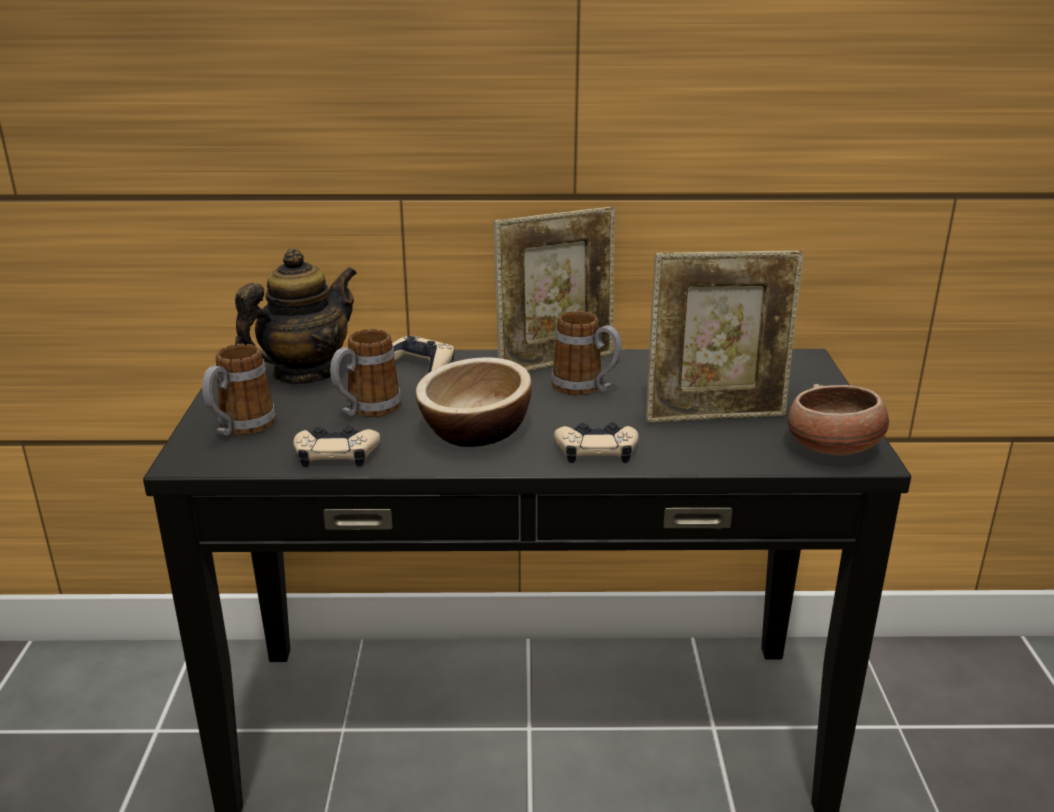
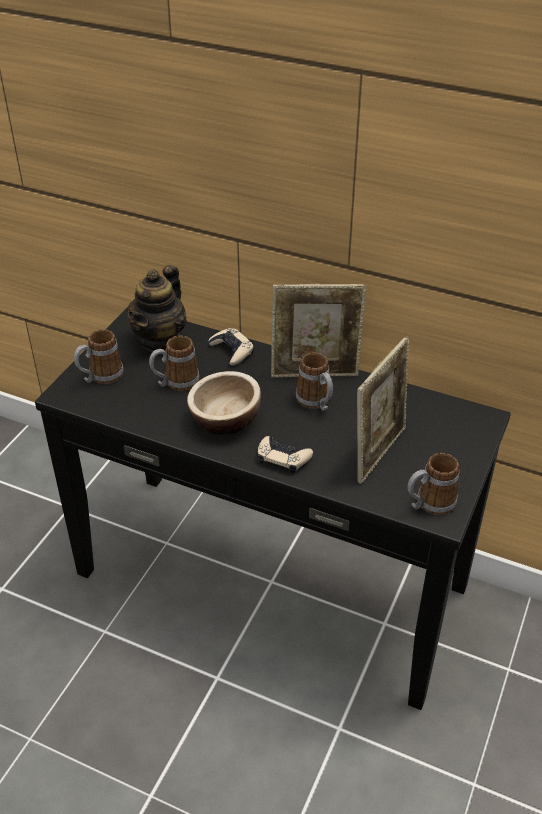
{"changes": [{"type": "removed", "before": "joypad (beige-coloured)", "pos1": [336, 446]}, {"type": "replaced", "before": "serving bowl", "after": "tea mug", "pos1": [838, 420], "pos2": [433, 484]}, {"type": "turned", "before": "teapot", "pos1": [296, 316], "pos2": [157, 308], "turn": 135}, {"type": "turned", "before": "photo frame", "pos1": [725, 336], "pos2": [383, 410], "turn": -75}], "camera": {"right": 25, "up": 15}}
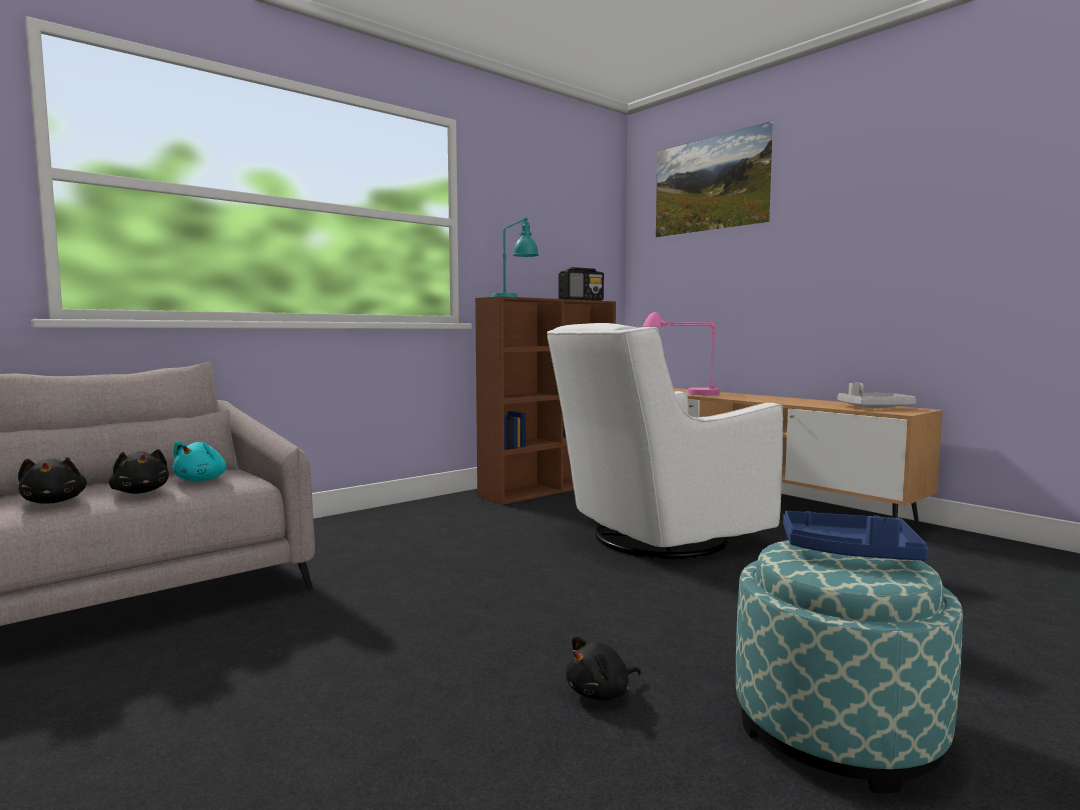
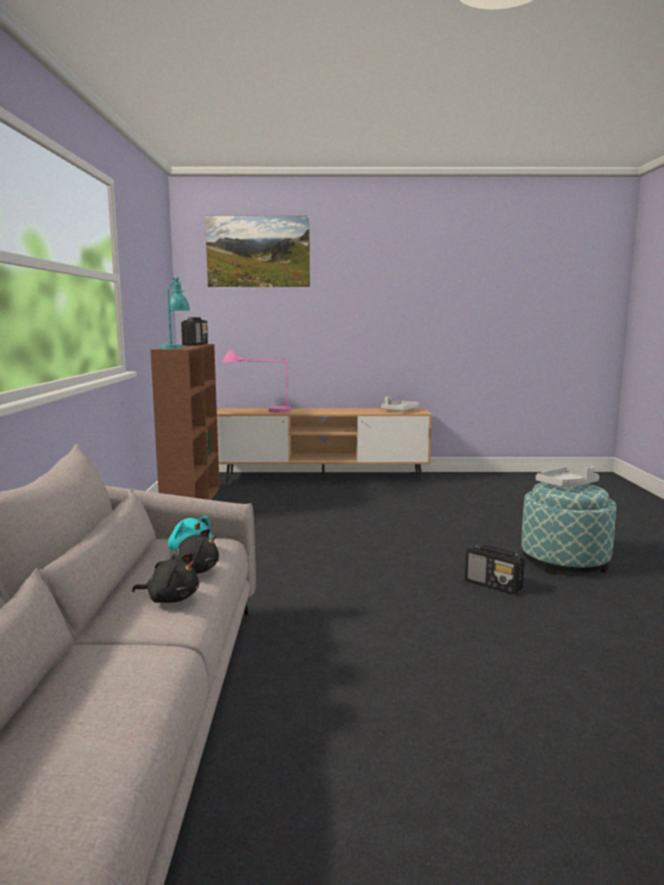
{"changes": [{"type": "removed", "before": "lounge chair (whitish)", "pos1": [665, 441]}, {"type": "replaced", "before": "plush toy (black)", "after": "radio receiver", "pos1": [603, 668], "pos2": [495, 569]}, {"type": "recoloured", "before": "carrying tray (bluish)", "after": "carrying tray (grey)", "pos1": [855, 536], "pos2": [567, 476]}], "camera": {"right": -50, "up": 5}}
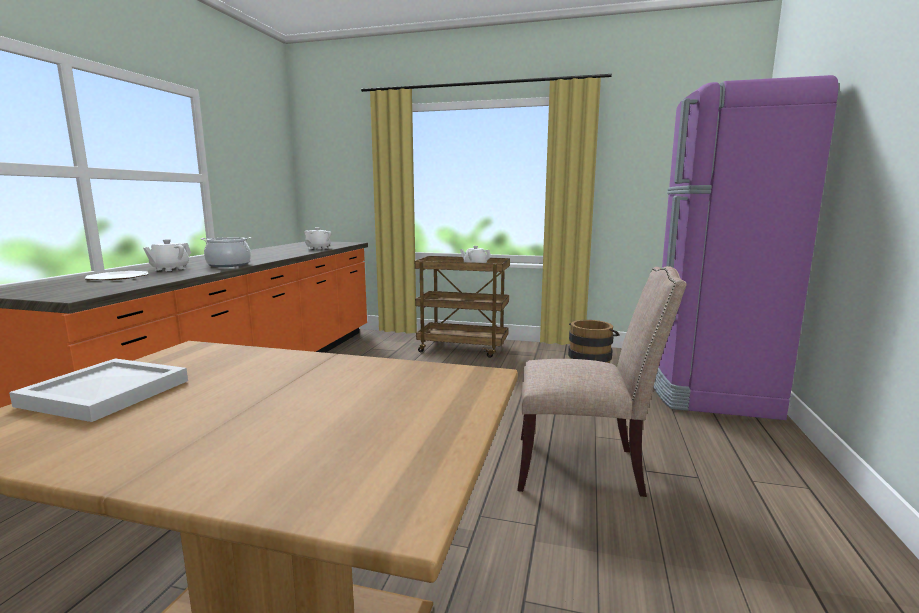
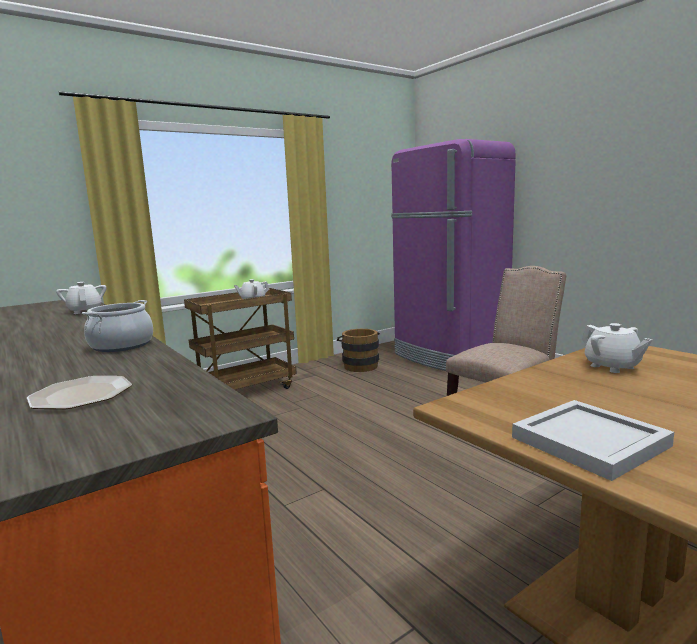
{"changes": [{"type": "moved", "before": "teapot (whitish)", "pos1": [167, 255], "pos2": [617, 348]}], "camera": {"right": -50, "up": 0}}
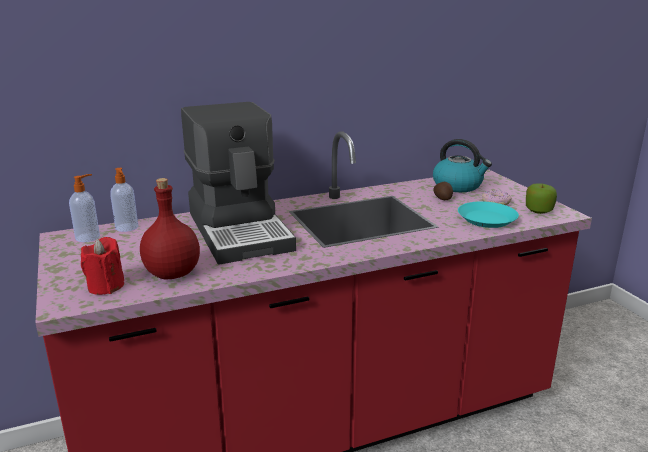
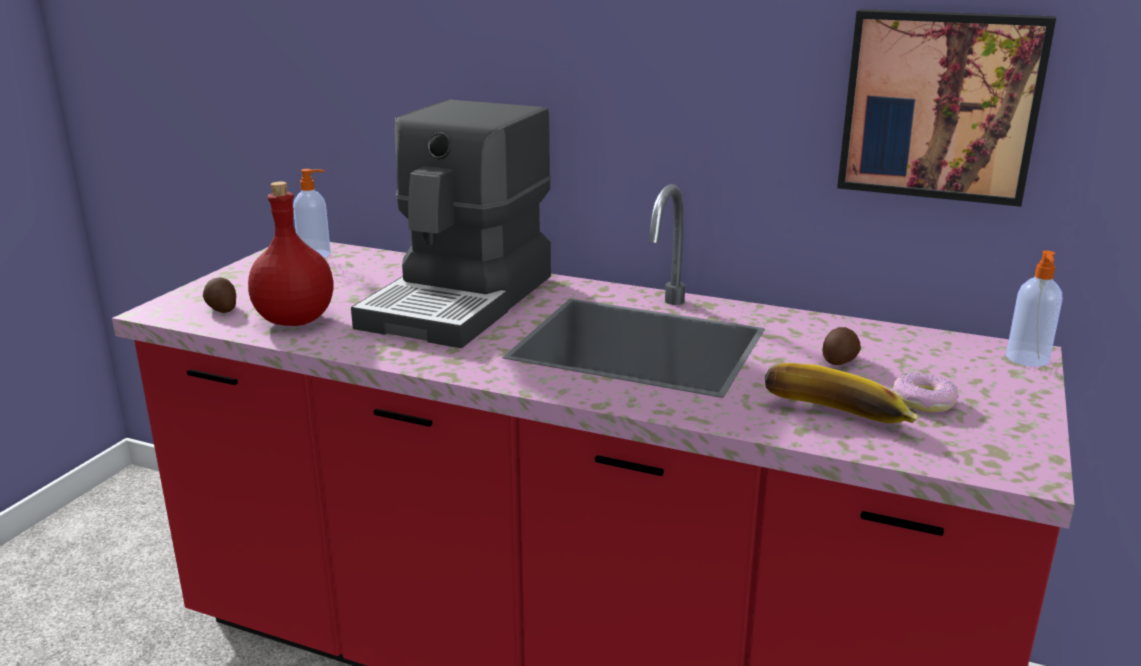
{"changes": [{"type": "removed", "before": "tea kettle", "pos1": [462, 165]}, {"type": "removed", "before": "whole apple", "pos1": [541, 198]}, {"type": "added", "after": "wall art", "pos2": [946, 108]}, {"type": "moved", "before": "liquid soap bottle", "pos1": [124, 200], "pos2": [1034, 308]}, {"type": "replaced", "before": "wax light (red-coloured)", "after": "whole potato", "pos1": [102, 266], "pos2": [219, 295]}, {"type": "replaced", "before": "flat dish (turquoise-coloured)", "after": "whole banana", "pos1": [488, 214], "pos2": [842, 393]}], "camera": {"right": 45, "up": 0}}
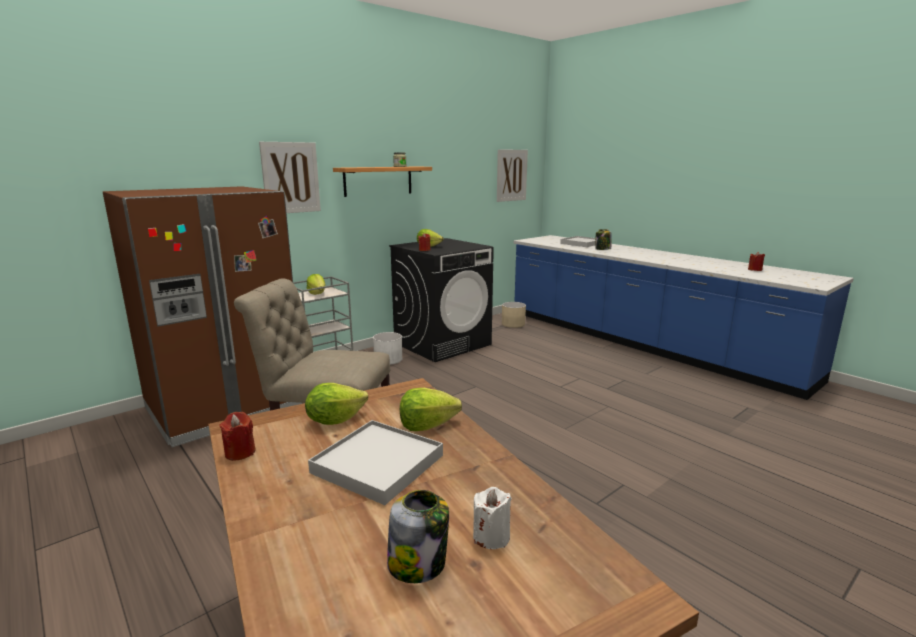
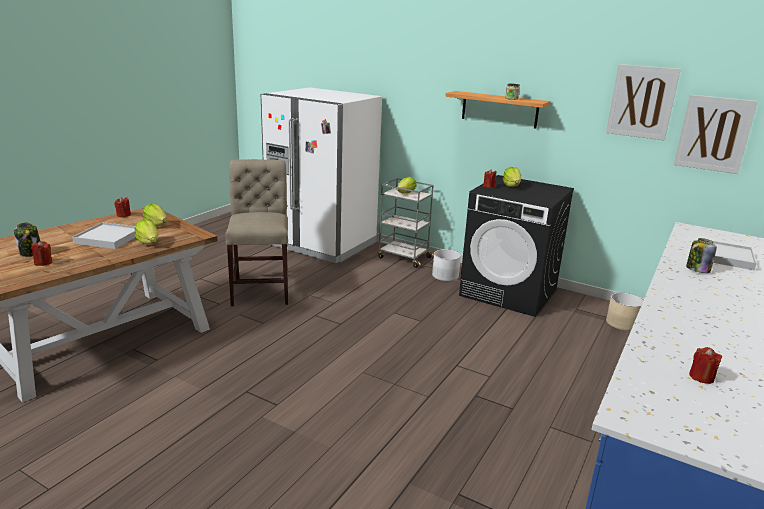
{"changes": [{"type": "moved", "before": "wall art", "pos1": [290, 177], "pos2": [643, 102]}, {"type": "recoloured", "before": "refrigerator (brown-coloured)", "after": "refrigerator (whitish)", "pos1": [202, 316], "pos2": [321, 175]}, {"type": "recoloured", "before": "wax light (whitish)", "after": "wax light (red-coloured)", "pos1": [492, 518], "pos2": [41, 253]}], "camera": {"right": 70, "up": 5}}
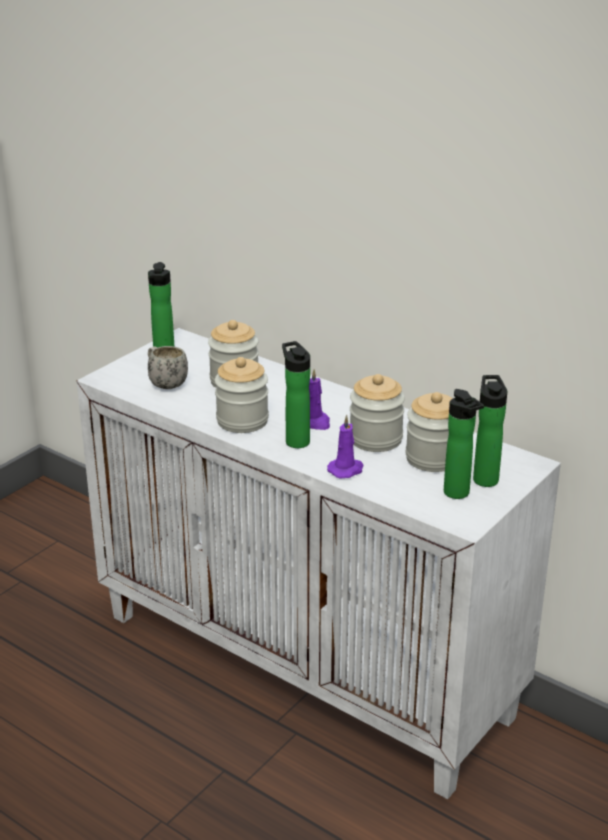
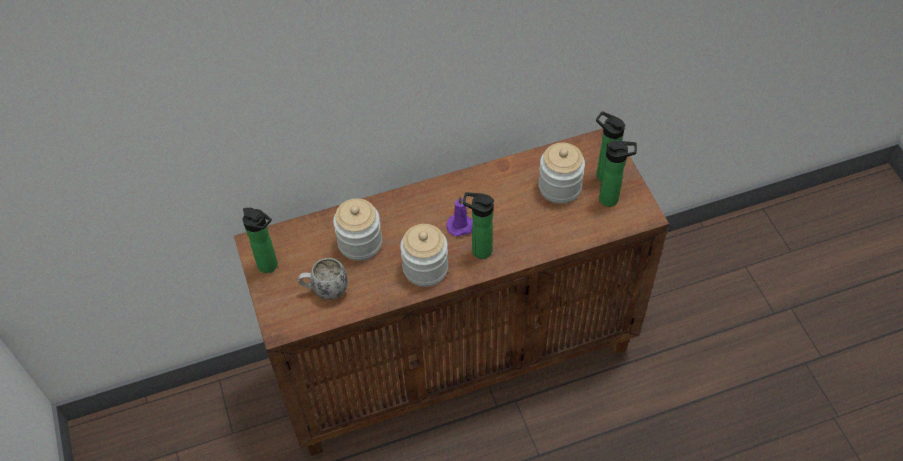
{"changes": [{"type": "removed", "before": "wax light (purplish)", "pos1": [345, 447]}, {"type": "removed", "before": "jar", "pos1": [377, 413]}, {"type": "recoloured", "before": "cabinet (whitish)", "after": "cabinet (brown-coloured)", "pos1": [319, 563], "pos2": [451, 292]}], "camera": {"right": -55, "up": 25}}
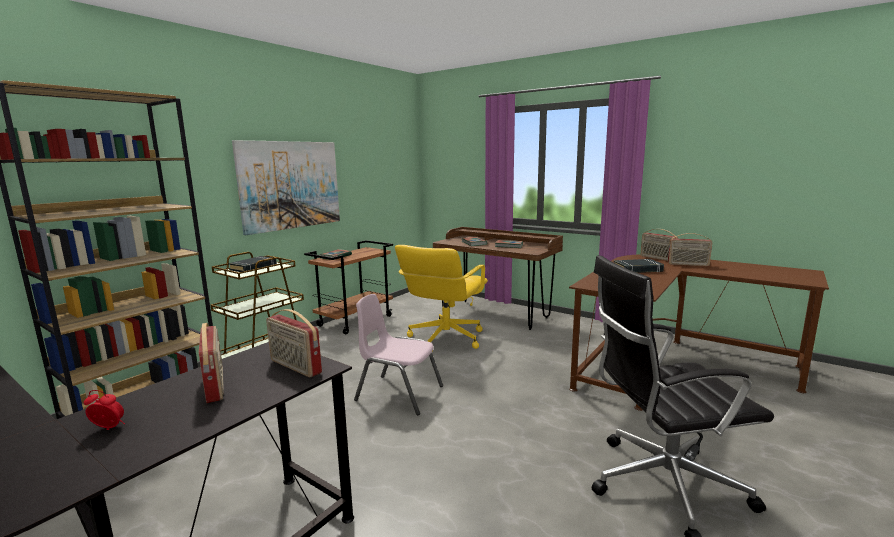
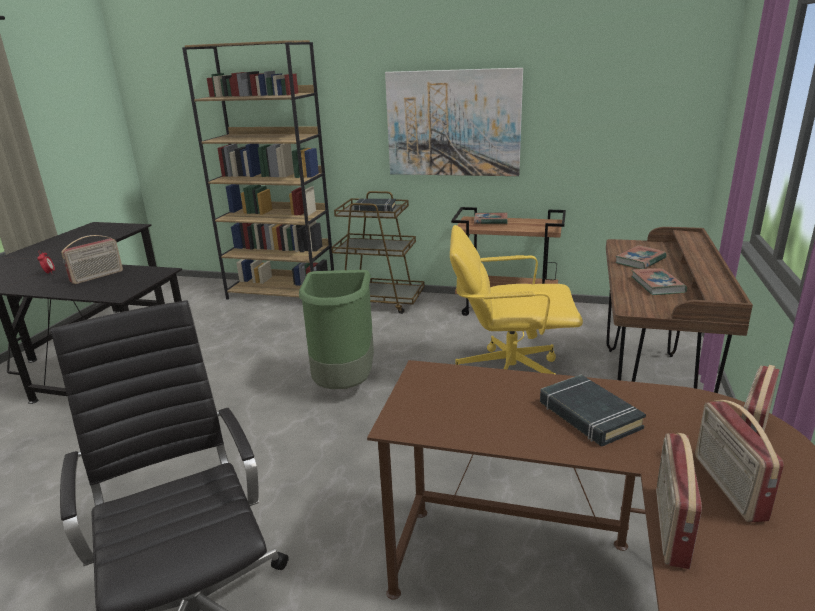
{"changes": [{"type": "moved", "before": "radio receiver", "pos1": [294, 343], "pos2": [679, 501]}, {"type": "replaced", "before": "chair (pink-coloured)", "after": "waste bin (green-coloured)", "pos1": [398, 355], "pos2": [336, 329]}], "camera": {"right": 70, "up": 10}}
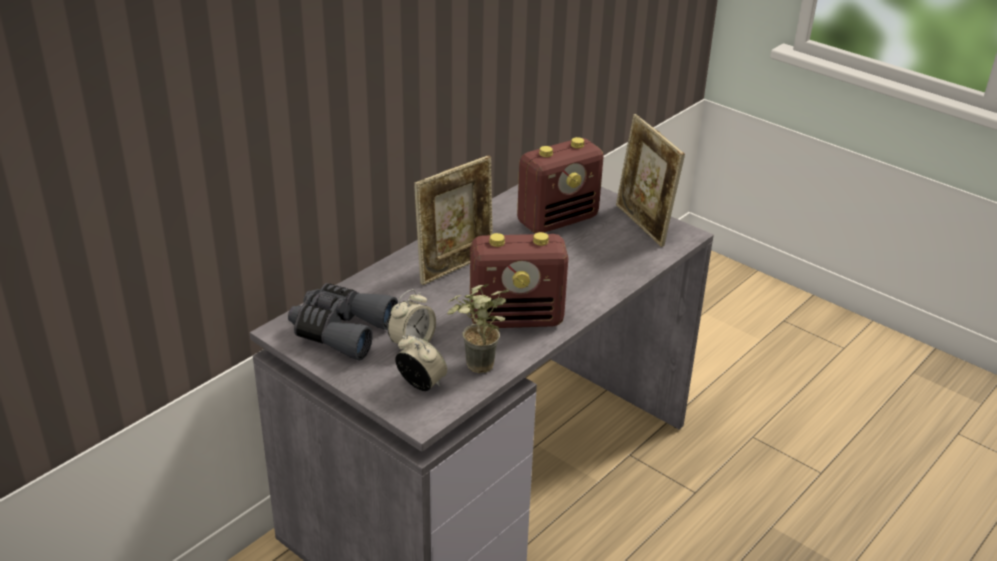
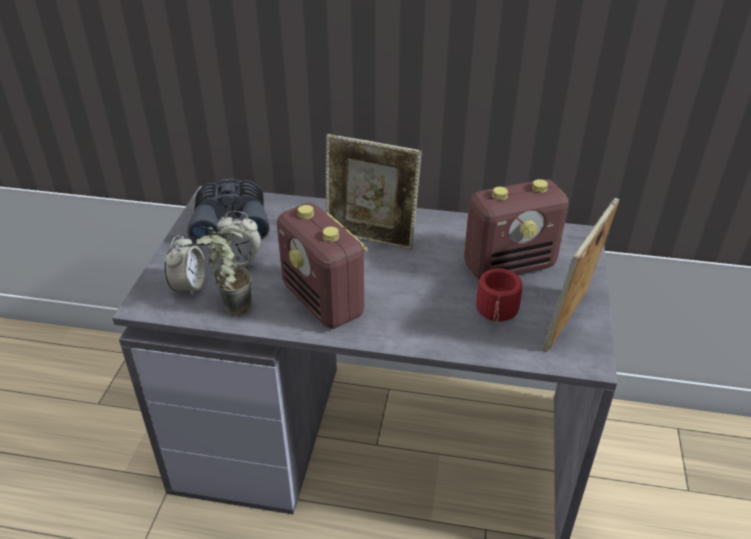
{"changes": [{"type": "added", "after": "tea mug (red-coloured)", "pos2": [501, 296]}, {"type": "turned", "before": "radio receiver", "pos1": [560, 185], "pos2": [516, 229], "turn": -45}], "camera": {"right": 60, "up": 5}}
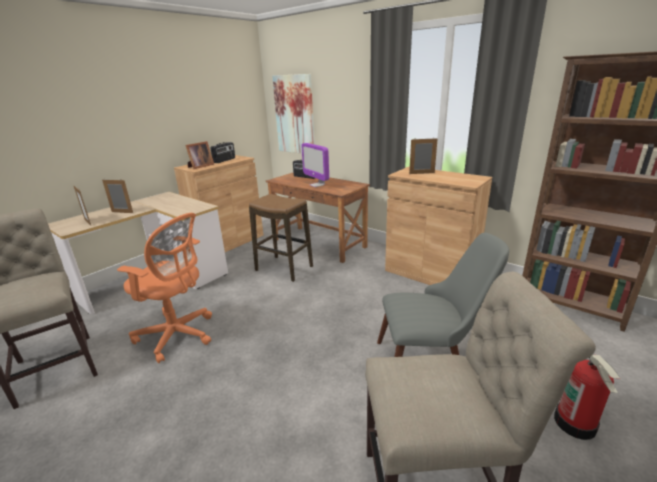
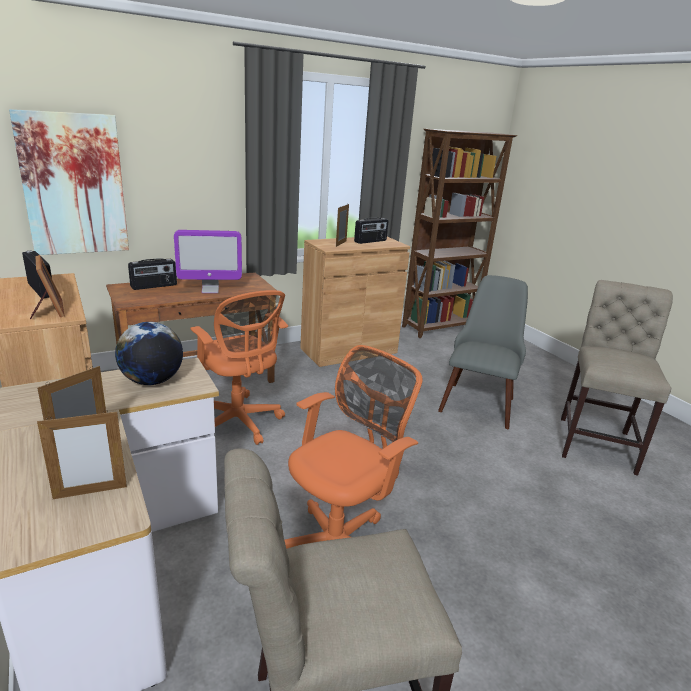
{"changes": [{"type": "removed", "before": "fire extinguisher", "pos1": [587, 397]}, {"type": "added", "after": "globe", "pos2": [149, 353]}, {"type": "added", "after": "radio receiver", "pos2": [371, 230]}, {"type": "replaced", "before": "sitting stool", "after": "office chair (orange)", "pos1": [281, 238], "pos2": [239, 367]}], "camera": {"right": -70, "up": 0}}
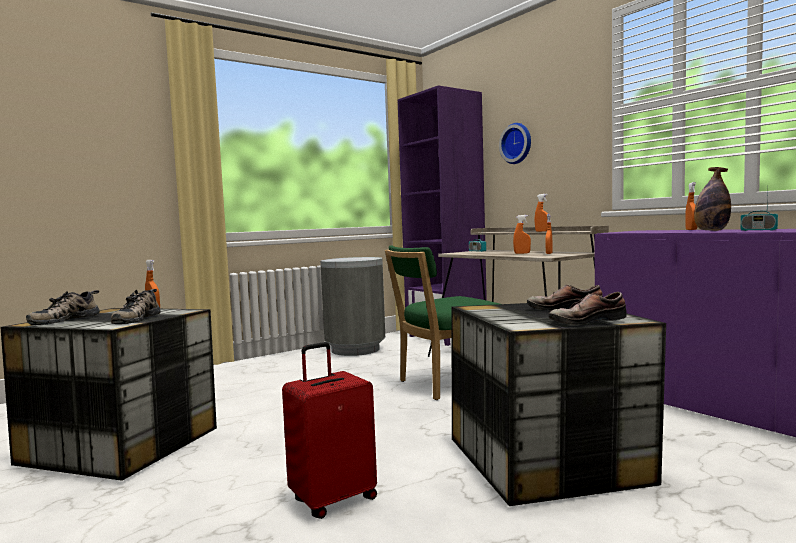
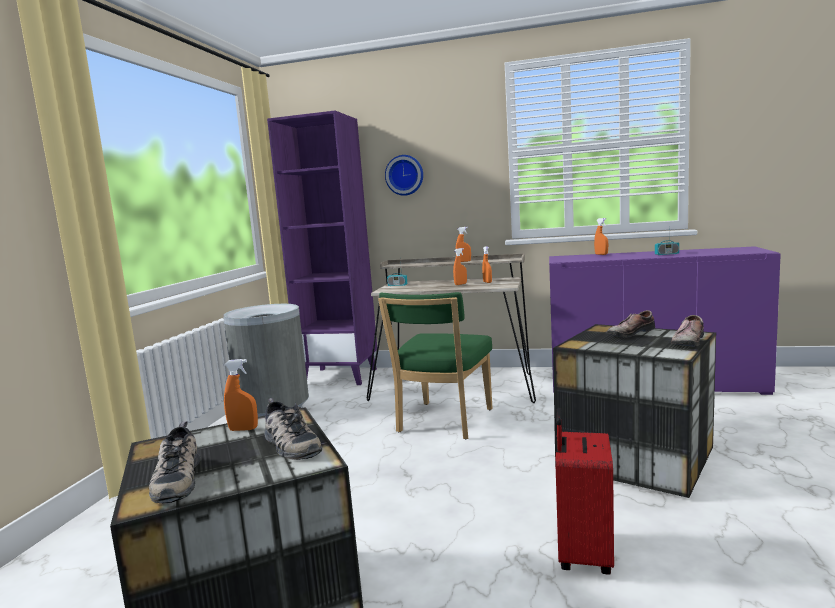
{"changes": [{"type": "removed", "before": "beverage bottle", "pos1": [712, 199]}], "camera": {"right": -40, "up": 5}}
